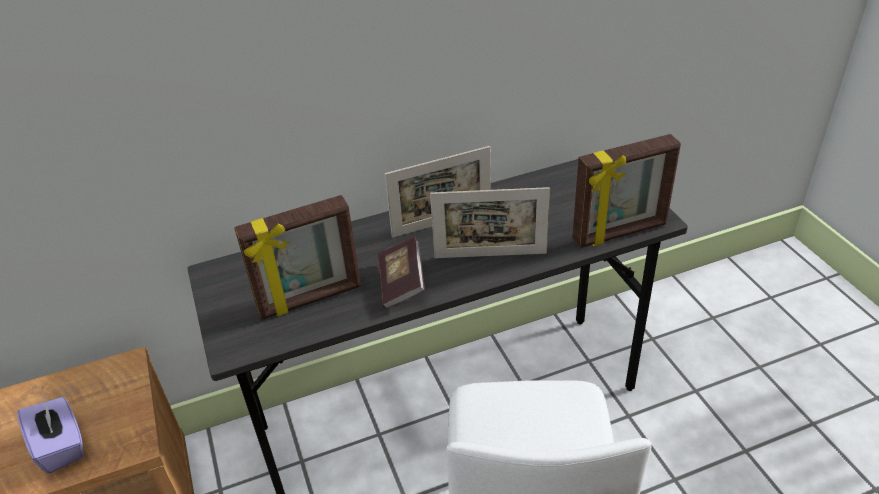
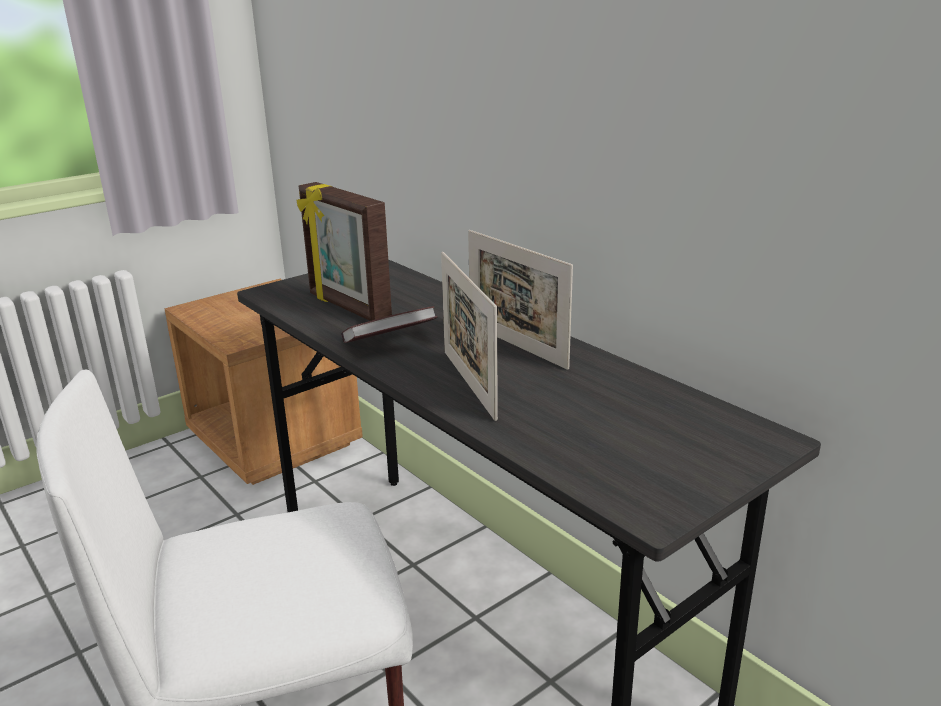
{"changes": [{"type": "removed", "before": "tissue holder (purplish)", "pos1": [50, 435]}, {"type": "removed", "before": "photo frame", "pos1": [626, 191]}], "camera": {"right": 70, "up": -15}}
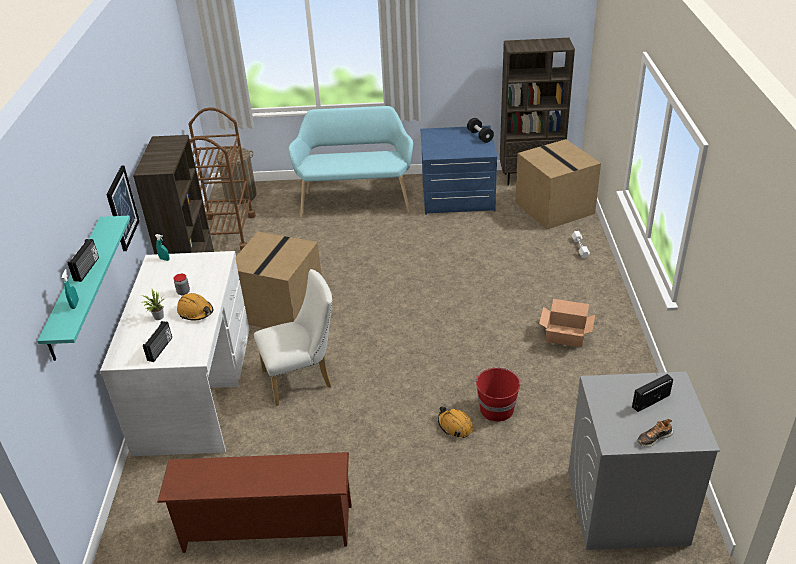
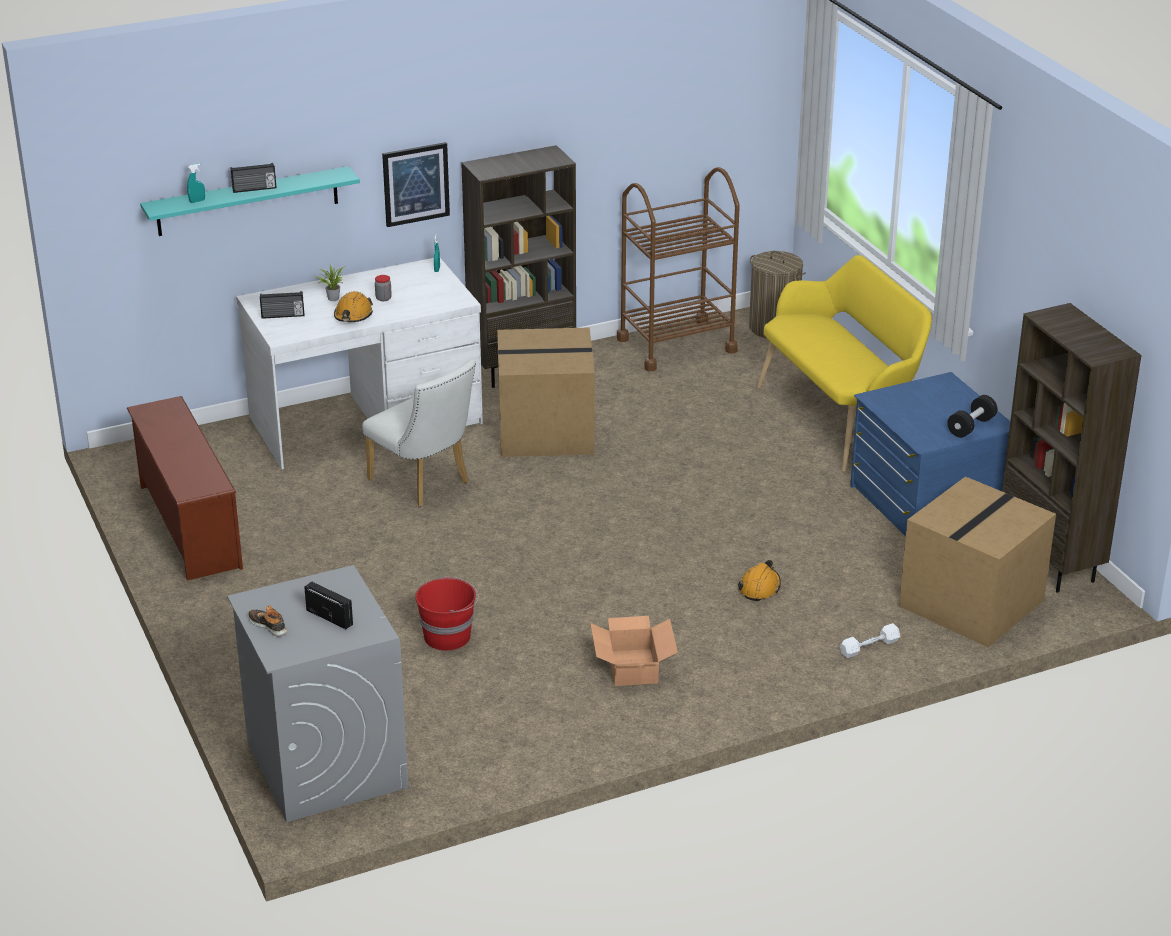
{"changes": [{"type": "moved", "before": "safety helmet (orange)", "pos1": [455, 422], "pos2": [759, 580]}, {"type": "recoloured", "before": "long seat (turquoise-coloured)", "after": "long seat (yellow)", "pos1": [350, 162], "pos2": [844, 363]}], "camera": {"right": 65, "up": -5}}
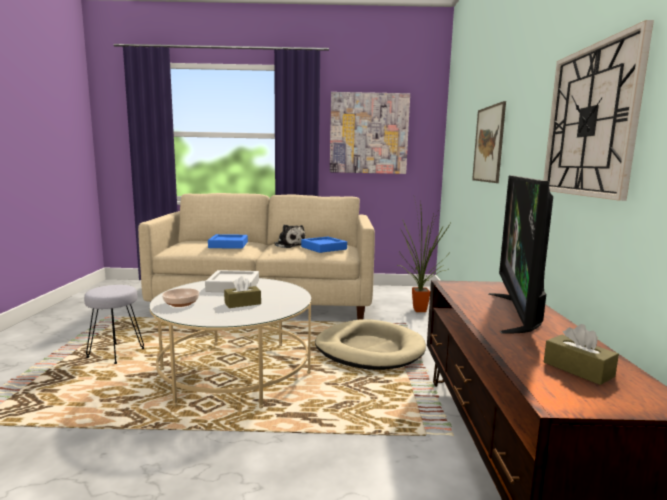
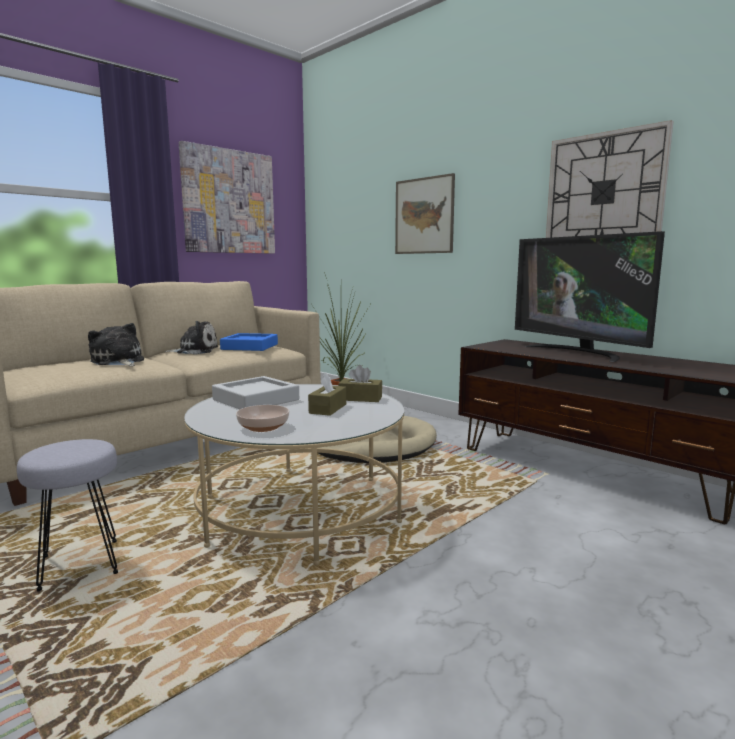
{"changes": [{"type": "moved", "before": "tissue holder (brown-coloured)", "pos1": [581, 354], "pos2": [360, 383]}, {"type": "replaced", "before": "carrying tray (bluish)", "after": "plush toy", "pos1": [228, 241], "pos2": [116, 344]}], "camera": {"right": -45, "up": 0}}
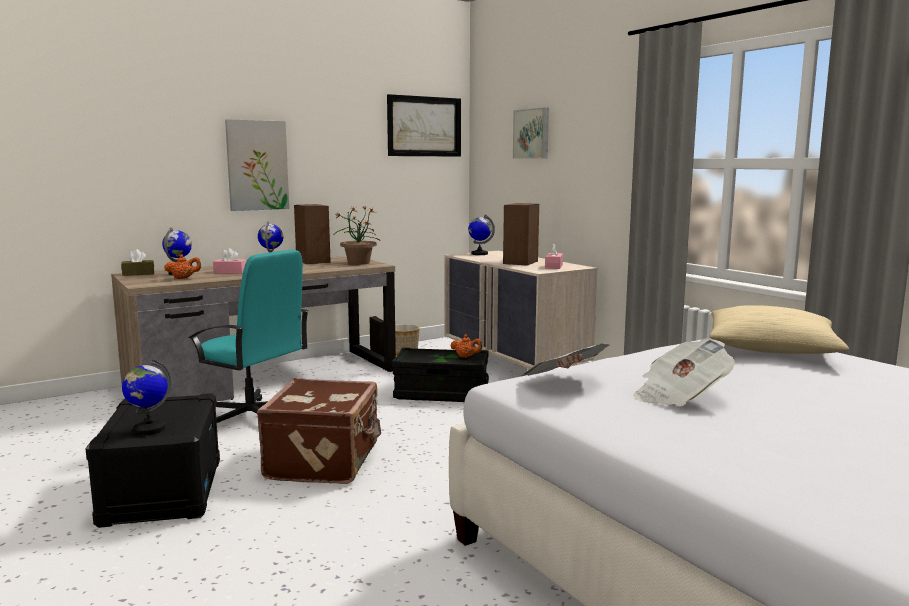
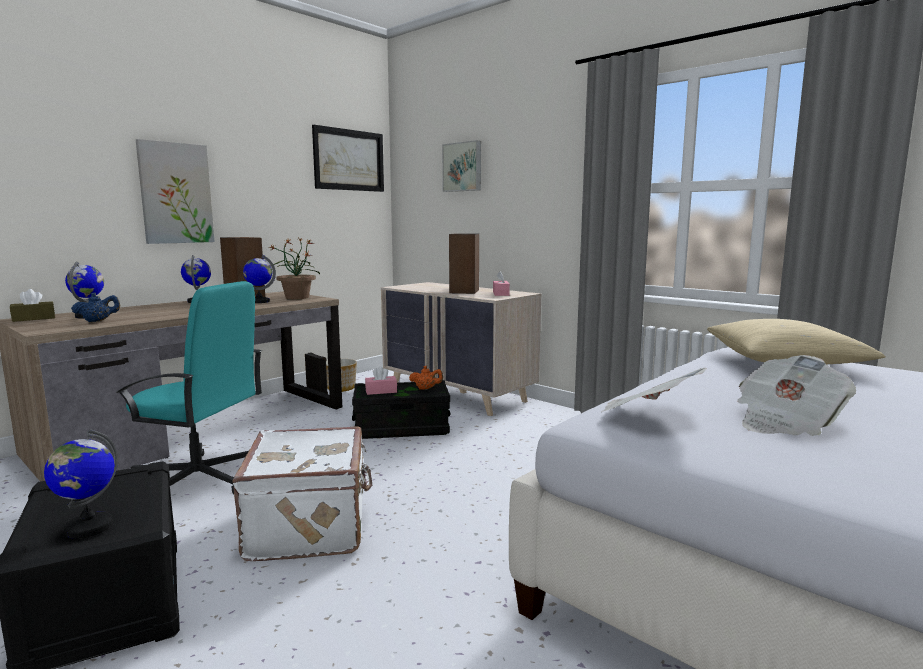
{"changes": [{"type": "moved", "before": "tissue holder (pink-coloured)", "pos1": [229, 261], "pos2": [381, 380]}, {"type": "moved", "before": "globe", "pos1": [481, 234], "pos2": [259, 279]}, {"type": "recoloured", "before": "teapot (orange)", "after": "teapot (bluish)", "pos1": [182, 266], "pos2": [95, 307]}, {"type": "recoloured", "before": "travel case (brown-coloured)", "after": "travel case (whitish)", "pos1": [319, 431], "pos2": [302, 493]}], "camera": {"right": -15, "up": 0}}
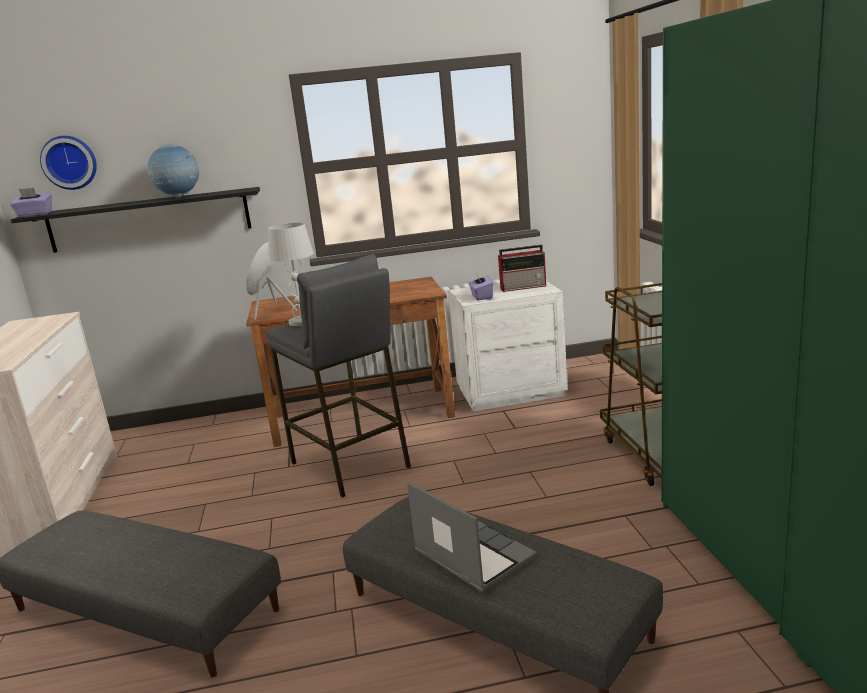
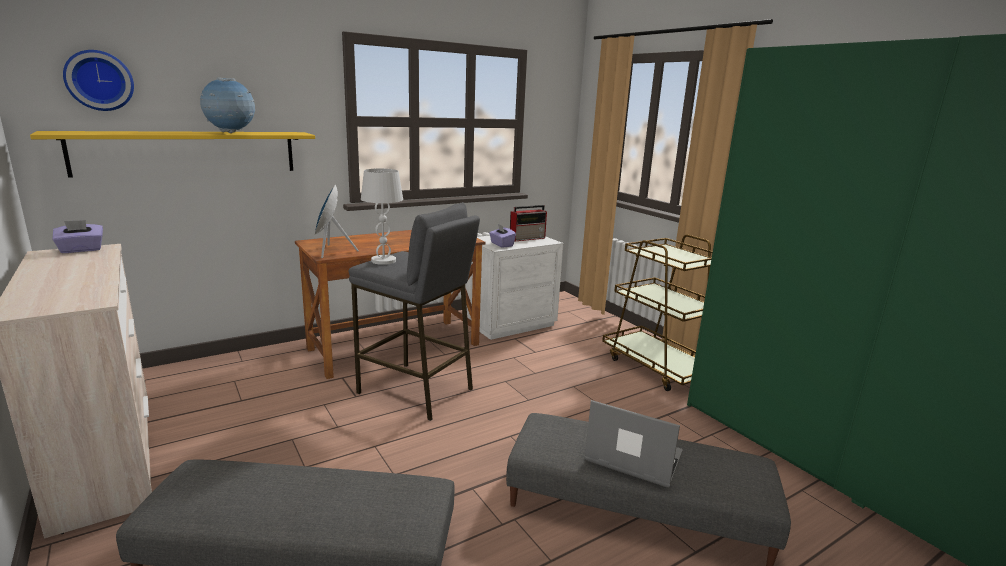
{"changes": [{"type": "moved", "before": "tissue holder (purplish)", "pos1": [31, 202], "pos2": [77, 236]}, {"type": "recoloured", "before": "wall shelf (black)", "after": "wall shelf (yellow)", "pos1": [135, 220], "pos2": [172, 154]}], "camera": {"right": -25, "up": 0}}
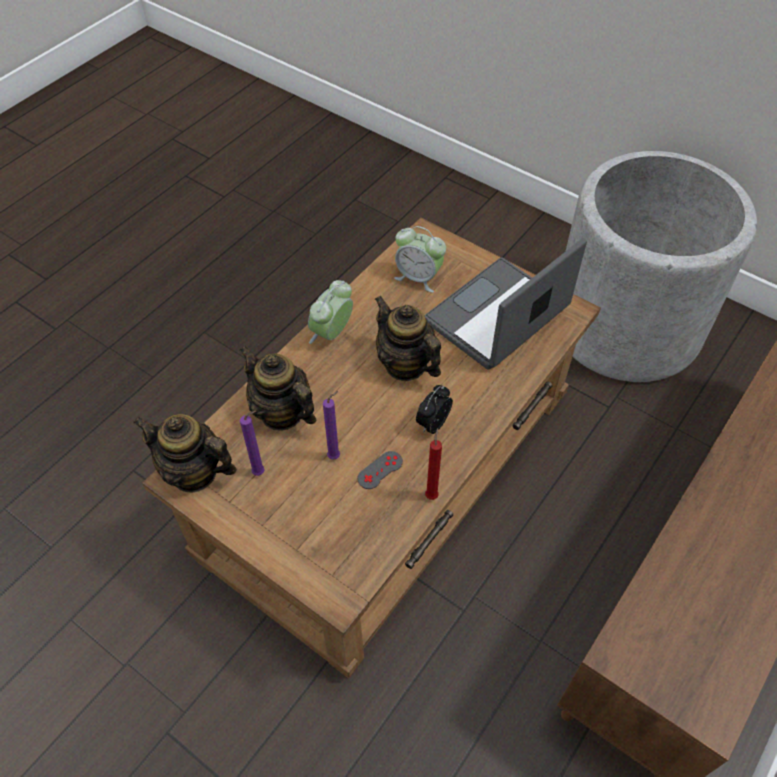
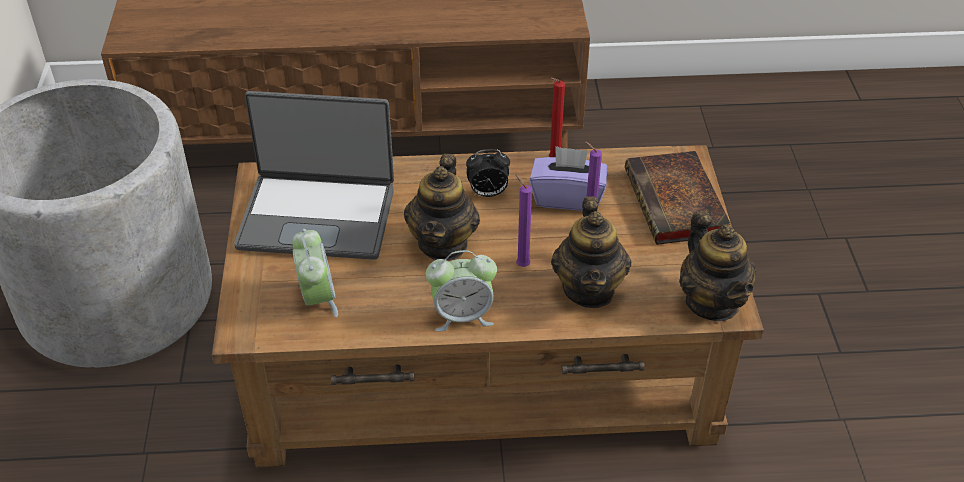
{"changes": [{"type": "added", "after": "bound book", "pos2": [677, 198]}, {"type": "moved", "before": "wax light (purplish)", "pos1": [252, 443], "pos2": [524, 220]}, {"type": "replaced", "before": "joypad (grey)", "after": "tissue holder (purplish)", "pos1": [380, 470], "pos2": [568, 178]}], "camera": {"right": -130, "up": -10}}
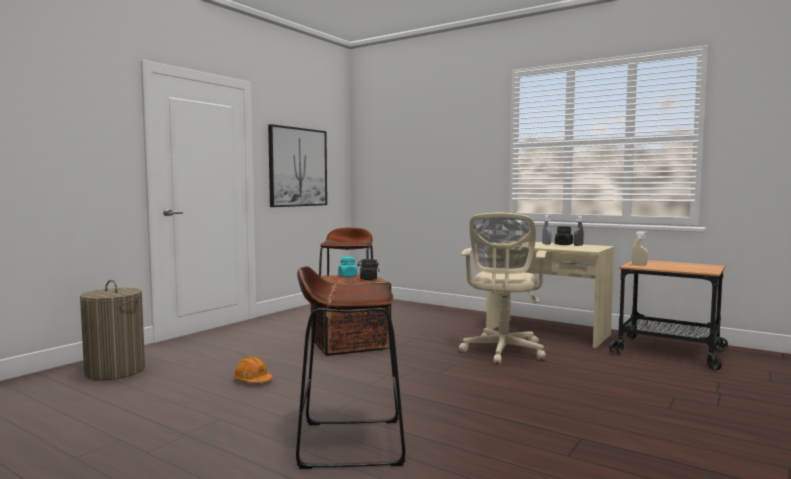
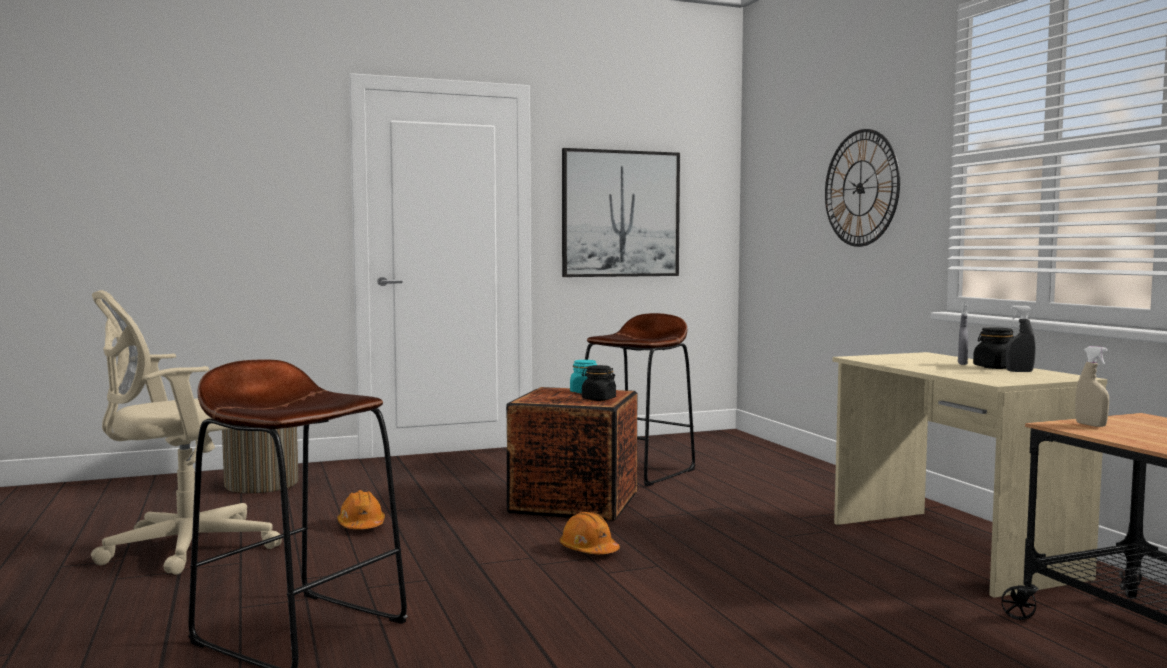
{"changes": [{"type": "added", "after": "safety helmet (orange)", "pos2": [590, 533]}, {"type": "added", "after": "clock on the wall", "pos2": [862, 188]}, {"type": "moved", "before": "office chair (beige-coloured)", "pos1": [503, 288], "pos2": [186, 432]}], "camera": {"right": 35, "up": 0}}
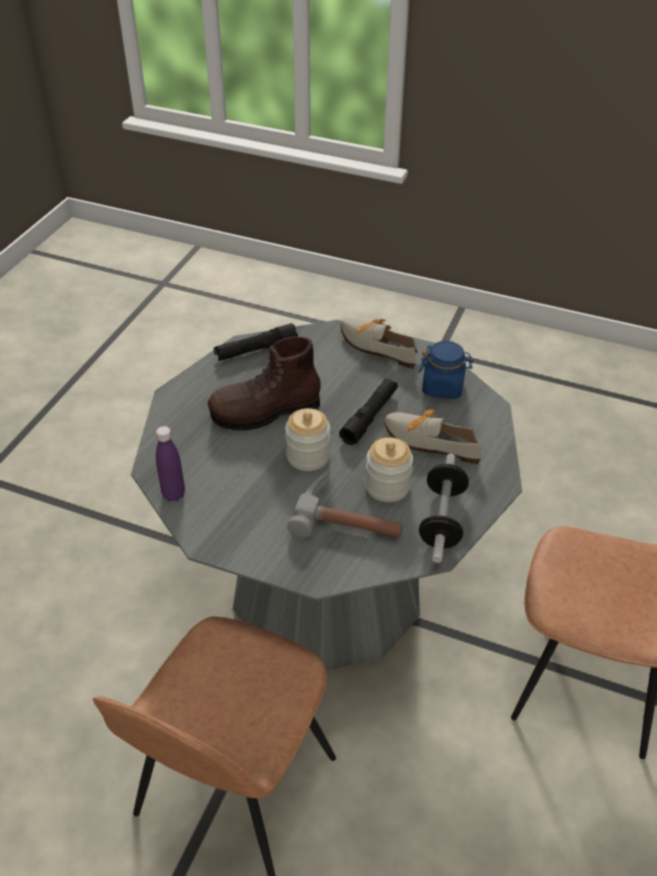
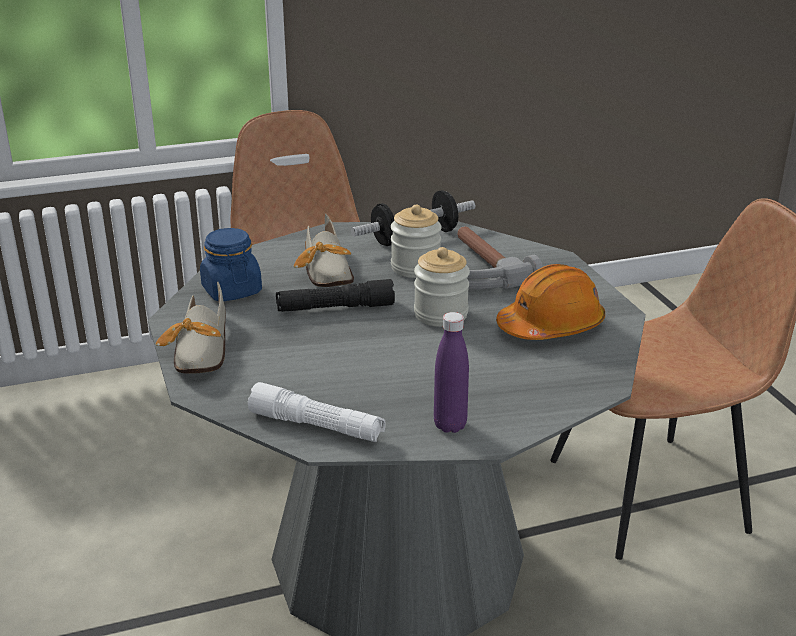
{"changes": [{"type": "removed", "before": "boot (brown-coloured)", "pos1": [264, 383]}, {"type": "added", "after": "safety helmet (orange)", "pos2": [550, 302]}, {"type": "moved", "before": "beverage bottle (purplish)", "pos1": [170, 463], "pos2": [451, 372]}, {"type": "recoloured", "before": "torch (black)", "after": "torch (whitish)", "pos1": [256, 342], "pos2": [317, 412]}], "camera": {"right": -130, "up": -15}}
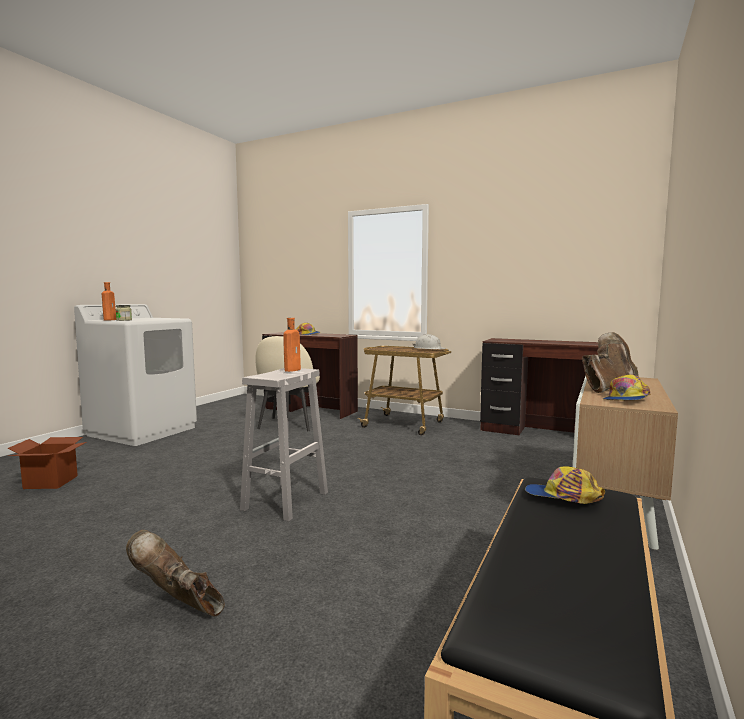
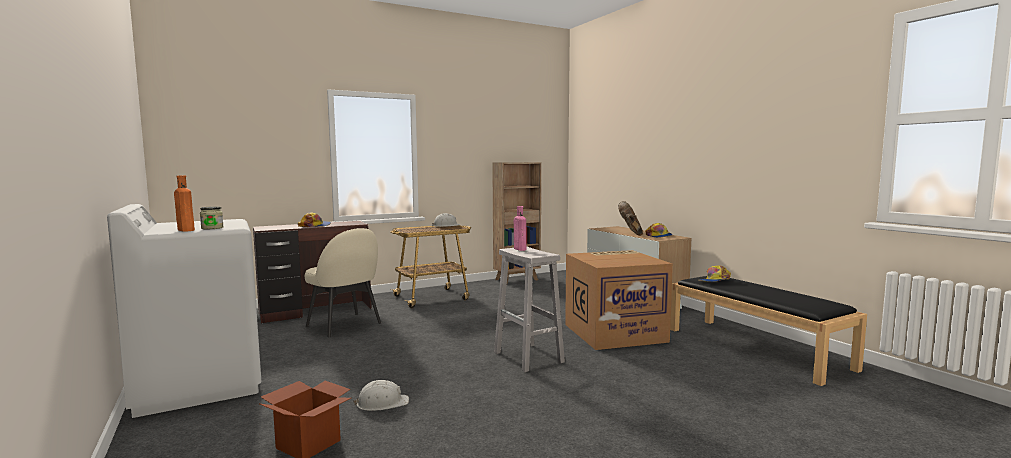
{"changes": [{"type": "removed", "before": "boot (brown-coloured)", "pos1": [175, 573]}, {"type": "added", "after": "safety helmet (whitish)", "pos2": [381, 395]}, {"type": "added", "after": "carton", "pos2": [619, 300]}, {"type": "replaced", "before": "desk table (brown-coloured)", "after": "shelving unit (brown-coloured)", "pos1": [539, 386], "pos2": [516, 223]}, {"type": "recoloured", "before": "beverage bottle (orange)", "after": "beverage bottle (pink-coloured)", "pos1": [292, 345], "pos2": [520, 228]}], "camera": {"right": -55, "up": 0}}
